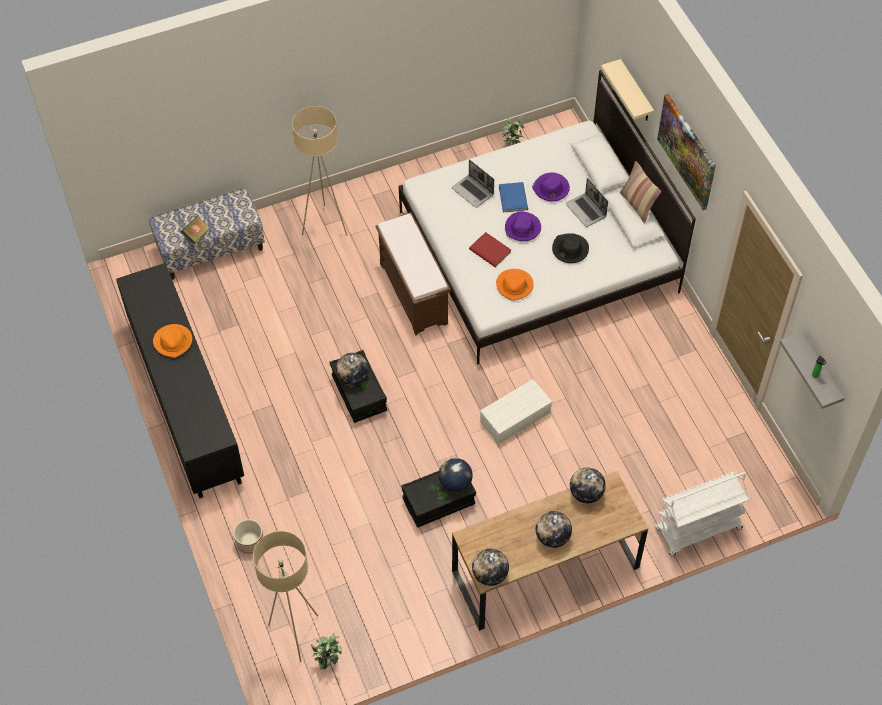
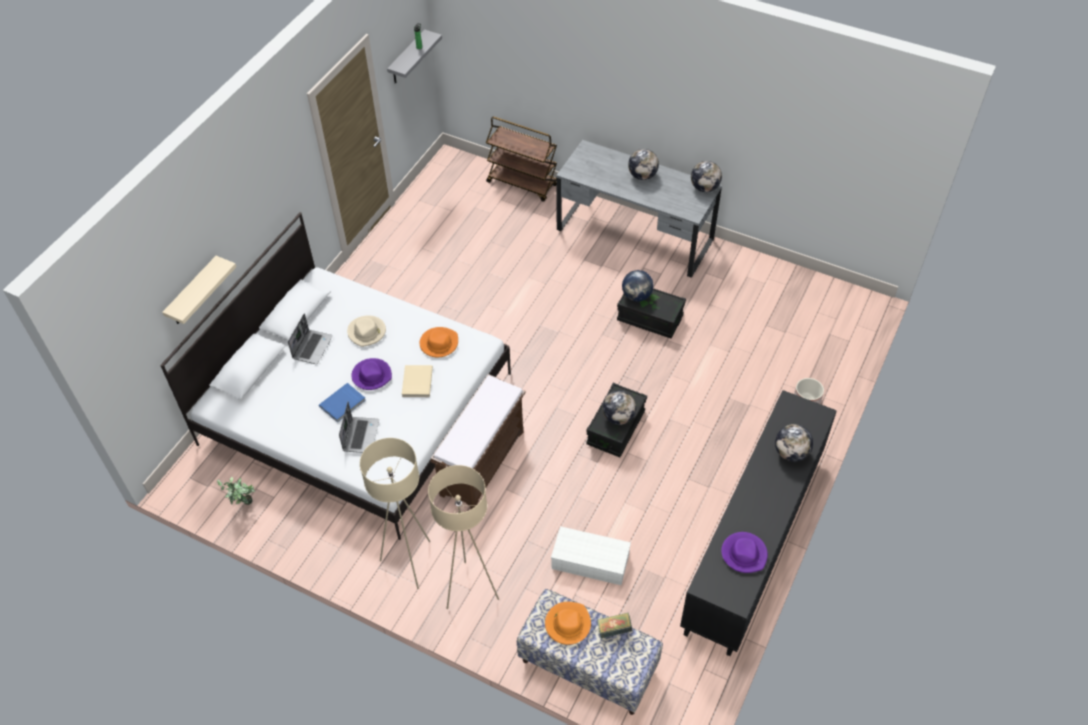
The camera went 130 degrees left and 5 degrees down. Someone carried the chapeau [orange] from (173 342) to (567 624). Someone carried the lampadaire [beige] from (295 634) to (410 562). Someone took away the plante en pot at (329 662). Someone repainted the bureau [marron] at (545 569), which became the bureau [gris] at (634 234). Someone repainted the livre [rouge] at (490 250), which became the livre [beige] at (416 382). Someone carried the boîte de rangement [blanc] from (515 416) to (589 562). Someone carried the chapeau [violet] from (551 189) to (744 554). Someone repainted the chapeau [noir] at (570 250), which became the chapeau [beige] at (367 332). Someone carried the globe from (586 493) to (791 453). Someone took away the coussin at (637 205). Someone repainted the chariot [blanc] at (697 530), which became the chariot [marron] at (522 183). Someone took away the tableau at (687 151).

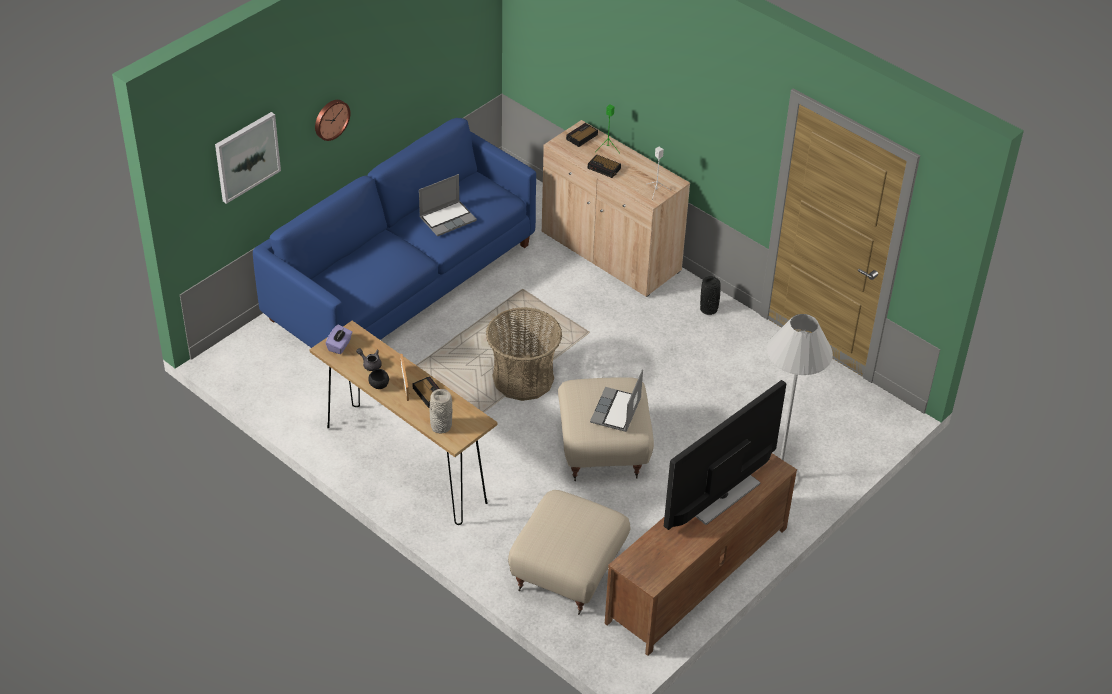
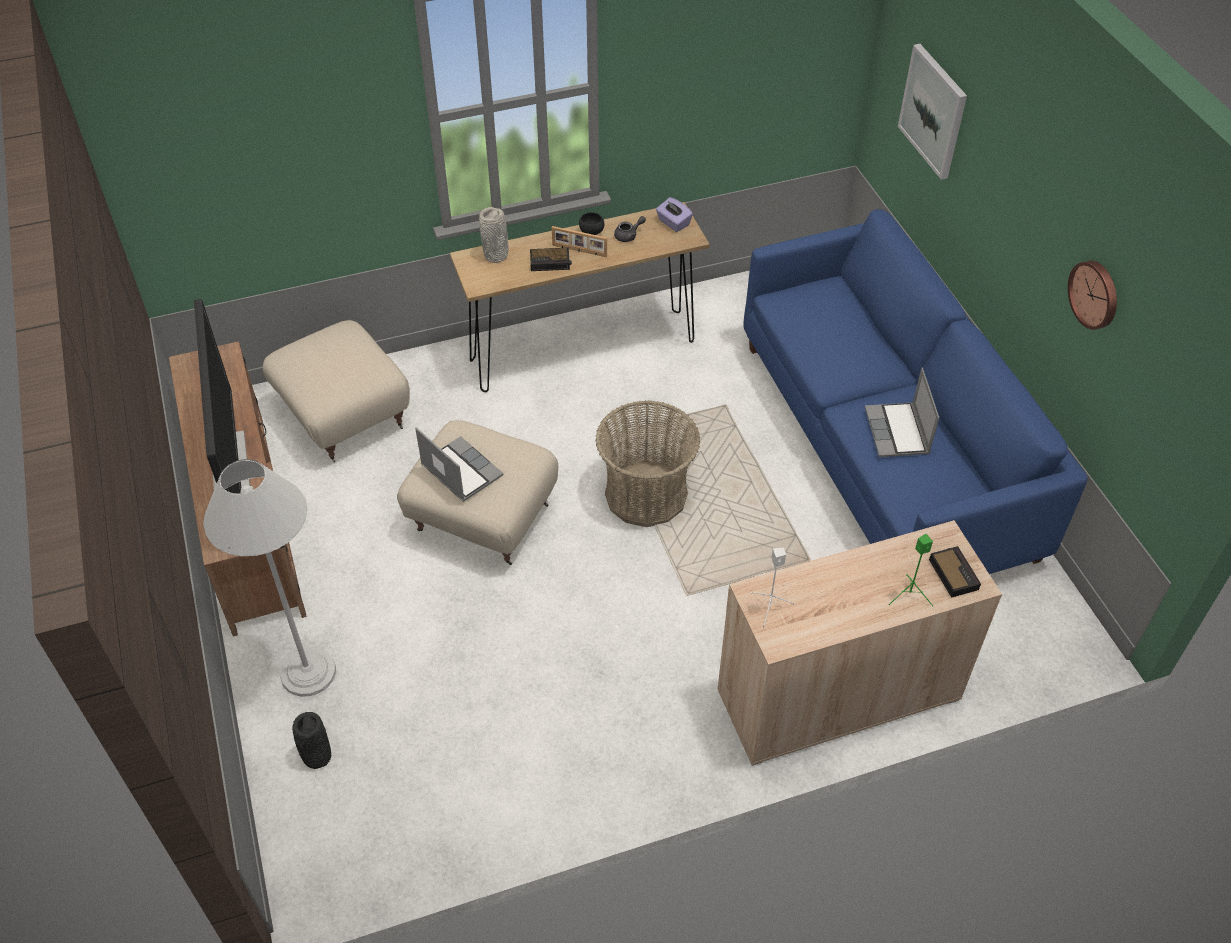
The camera went 120 degrees right and 5 degrees up. Someone carried the horloge murale from (331 119) to (1095 294). Someone took away the réveil at (604 168). Someone carried the vase [noir] from (709 309) to (317 757).

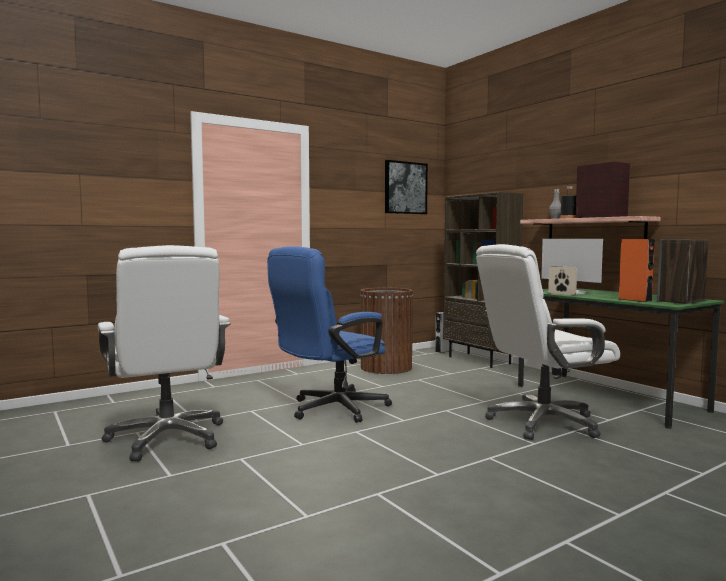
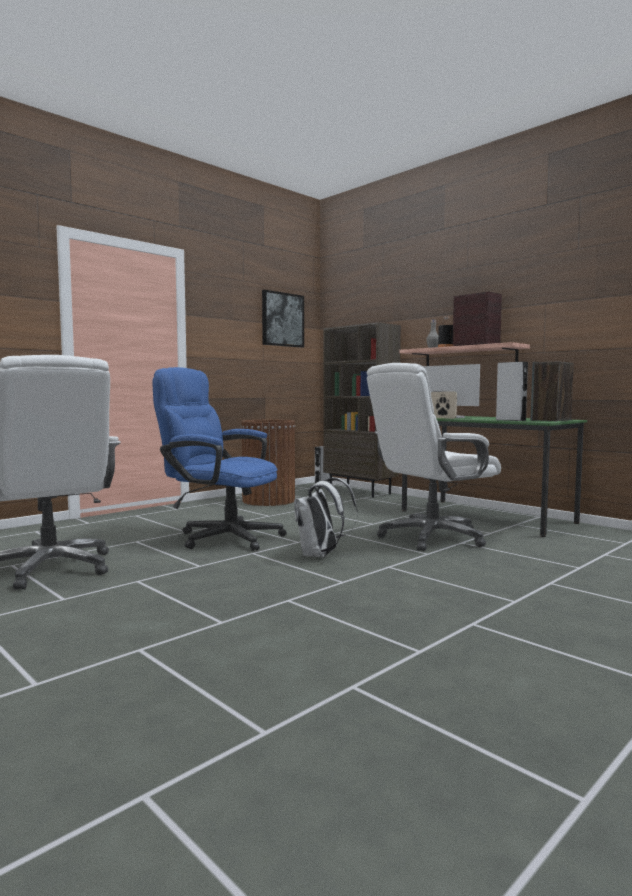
The camera went 10 degrees left and 0 degrees up. Someone rotated the chaise de bureau [bleu] at (330 410) by 75 degrees clockwise. Someone repainted the enceinte [orange] at (635 300), which became the enceinte [gris] at (510 420). Someone put down the sac à dos [blanc] at (321 555).

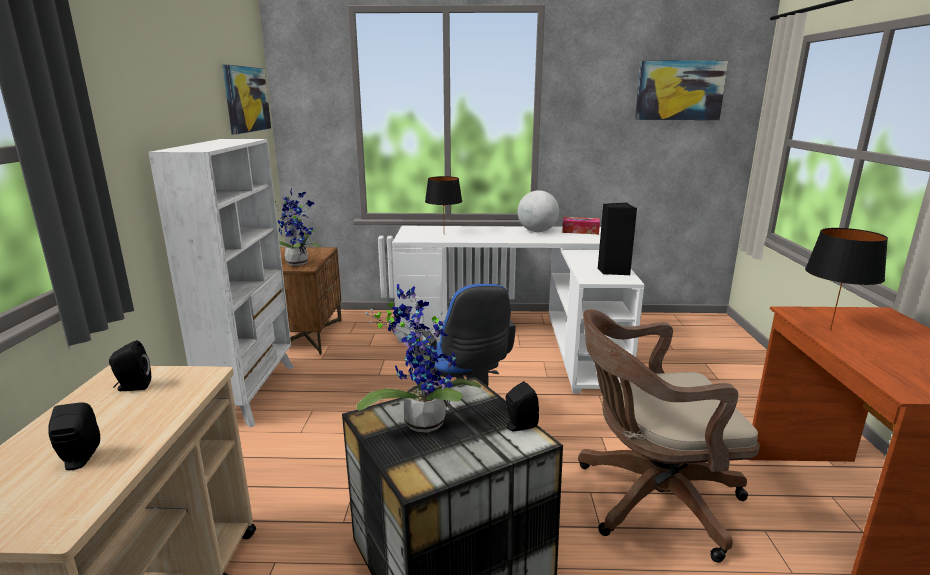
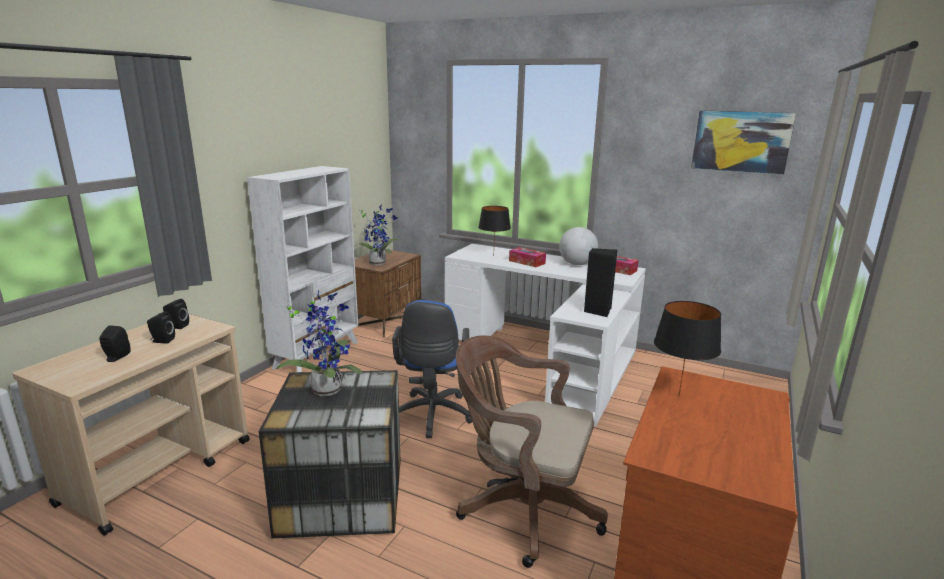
The camera went 25 degrees right and 0 degrees up. Someone took away the tableau at (246 99). Someone carried the enceinte [noir] from (519 426) to (162 341). Someone put down the boîte à mouchoirs at (527 262).

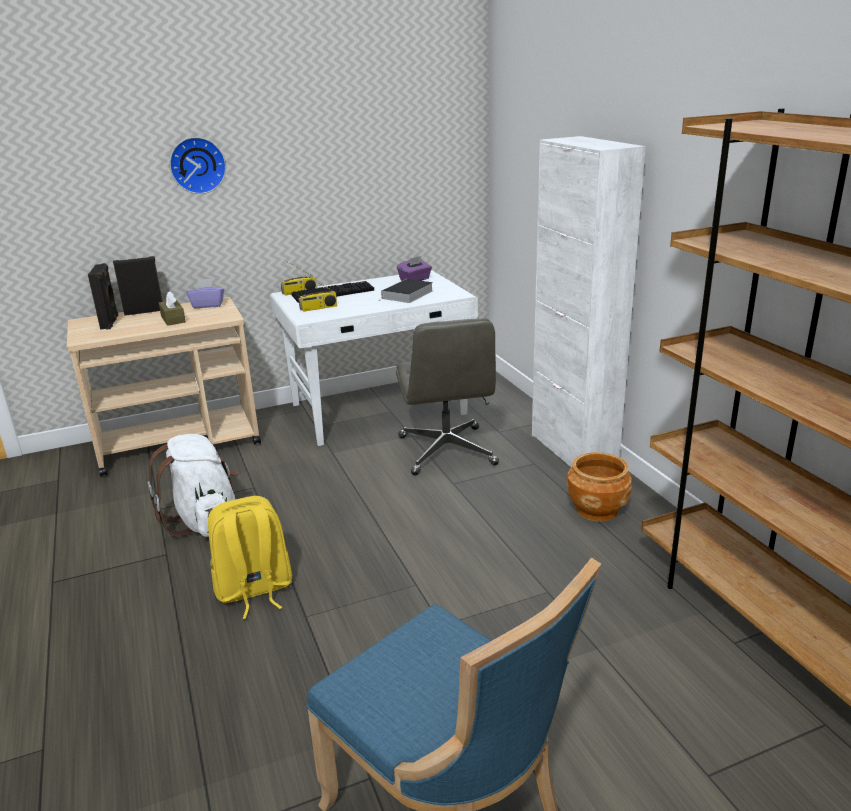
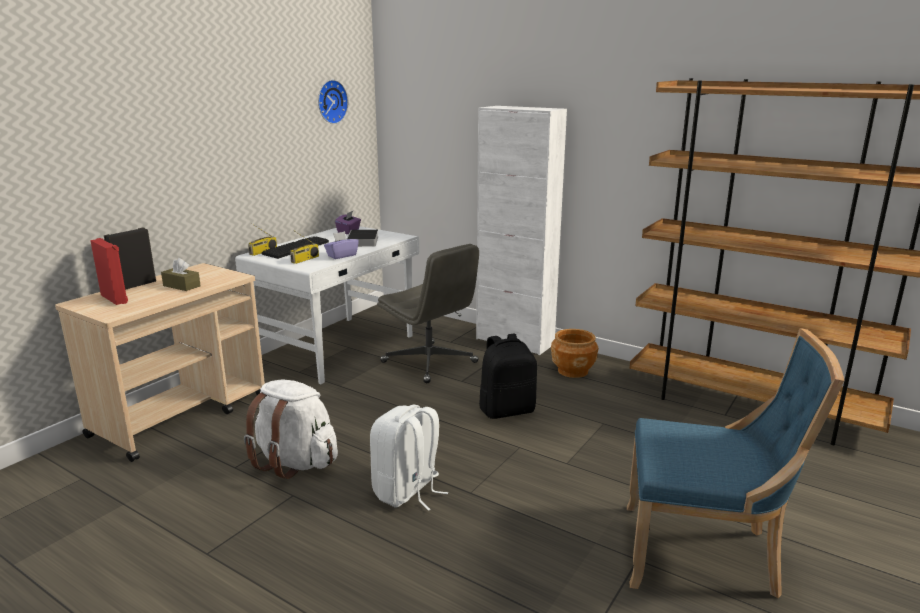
The camera went 35 degrees left and 5 degrees down. Someone repainted the enceinte [noir] at (110 323), which became the enceinte [rouge] at (115 298). Someone carried the horloge murale from (197 165) to (330 101). Someone carried the boîte à mouchoirs [violet] from (208 305) to (341 255). Someone repainted the sac à dos [jaune] at (254 590), which became the sac à dos [blanc] at (407 491). Someone put down the sac à dos [noir] at (507 410).

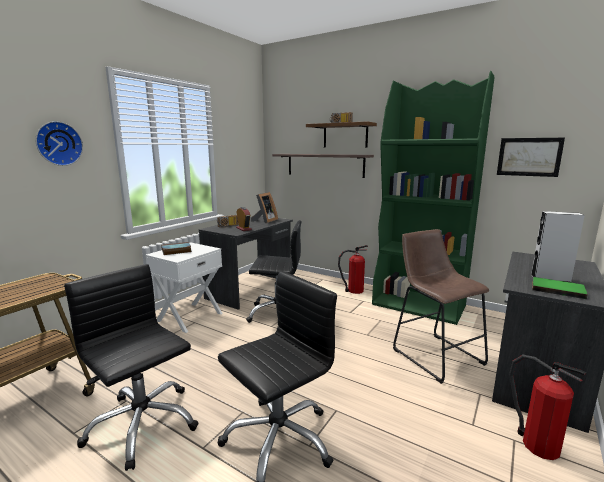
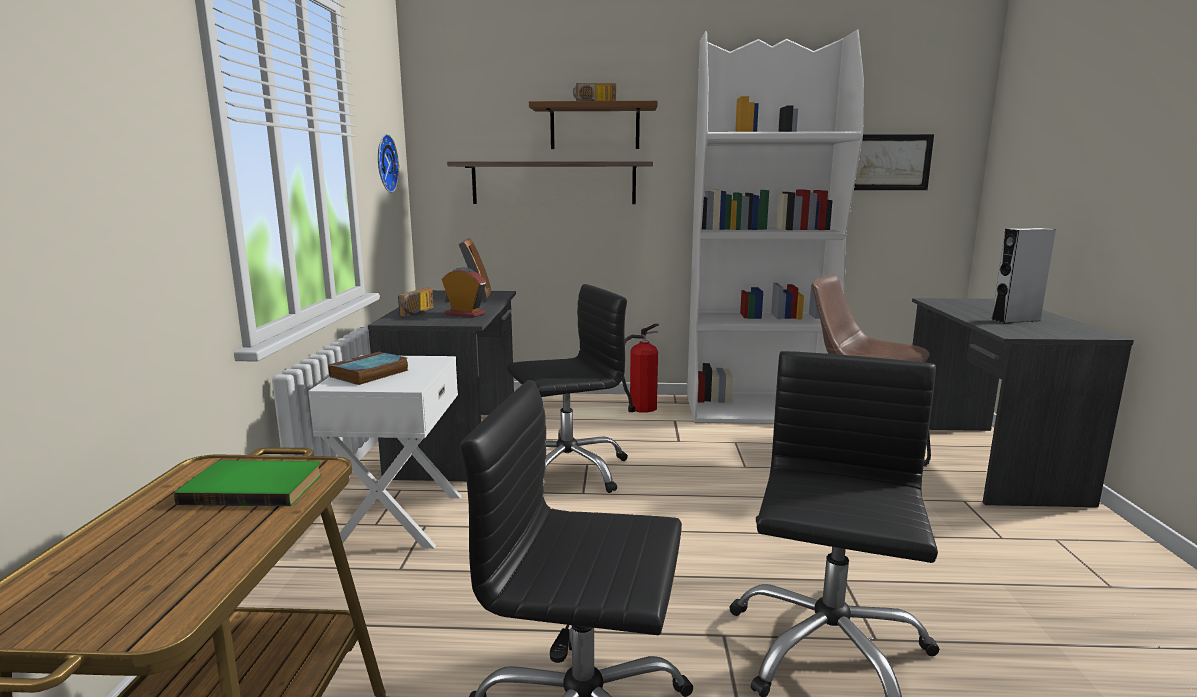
The camera went 30 degrees left and 0 degrees up. Someone carried the horloge murale from (58 143) to (384 163). Someone repainted the bibliothèque [vert] at (419 305), which became the bibliothèque [blanc] at (758 410). Someone took away the extincteur at (537 444). Someone carried the livre [vert] from (557 289) to (255 486).

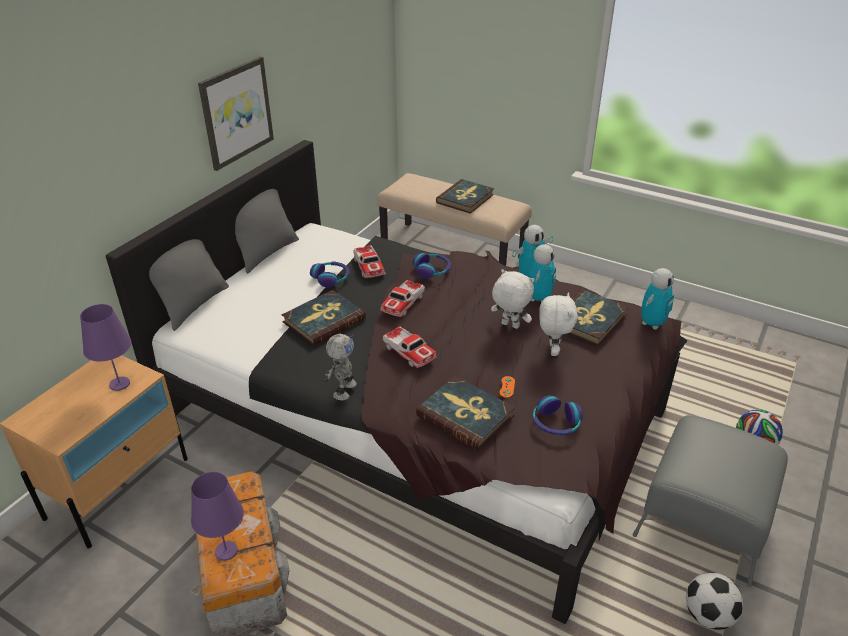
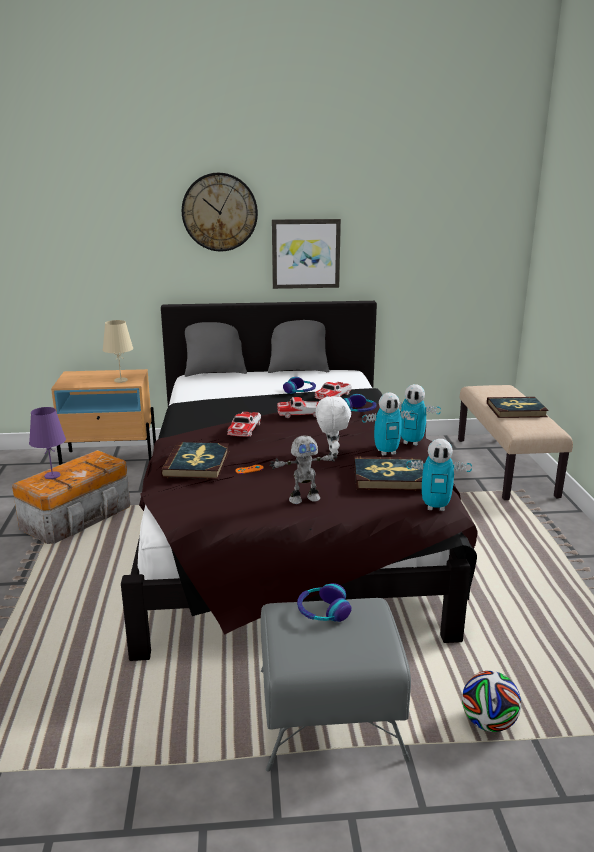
The camera went 55 degrees right and 15 degrees down. Someone repainted the lampe de table [violet] at (120 384), which became the lampe de table [beige] at (121 380). Someone took away the livre at (323 320). Someone carried the robot jouet from (343 390) to (304 498). Someone carried the casque audio from (555 423) to (323 611). Someone took away the peluche [blanc] at (552 350). Someone took away the ballon de foot at (708 615). Someone put up the horloge murale at (219 212).

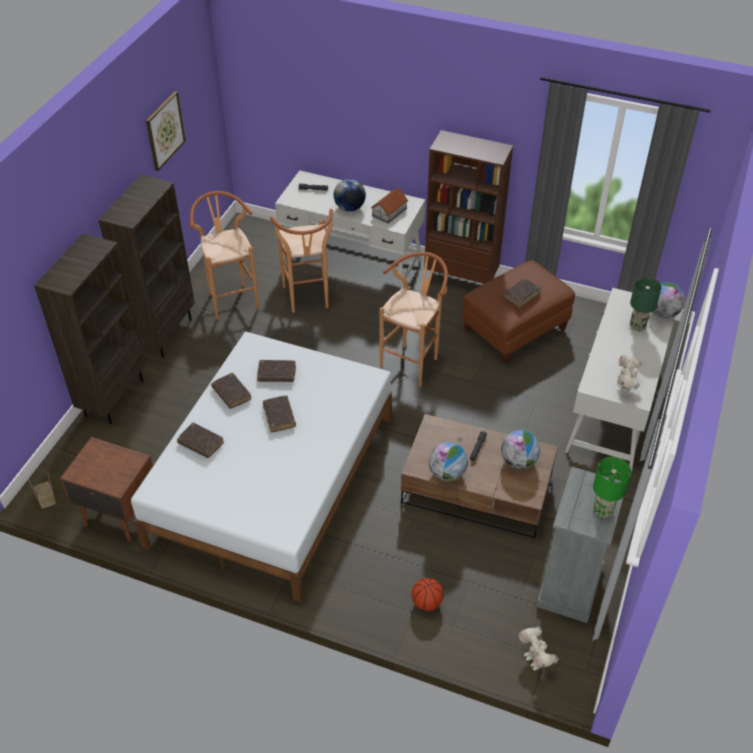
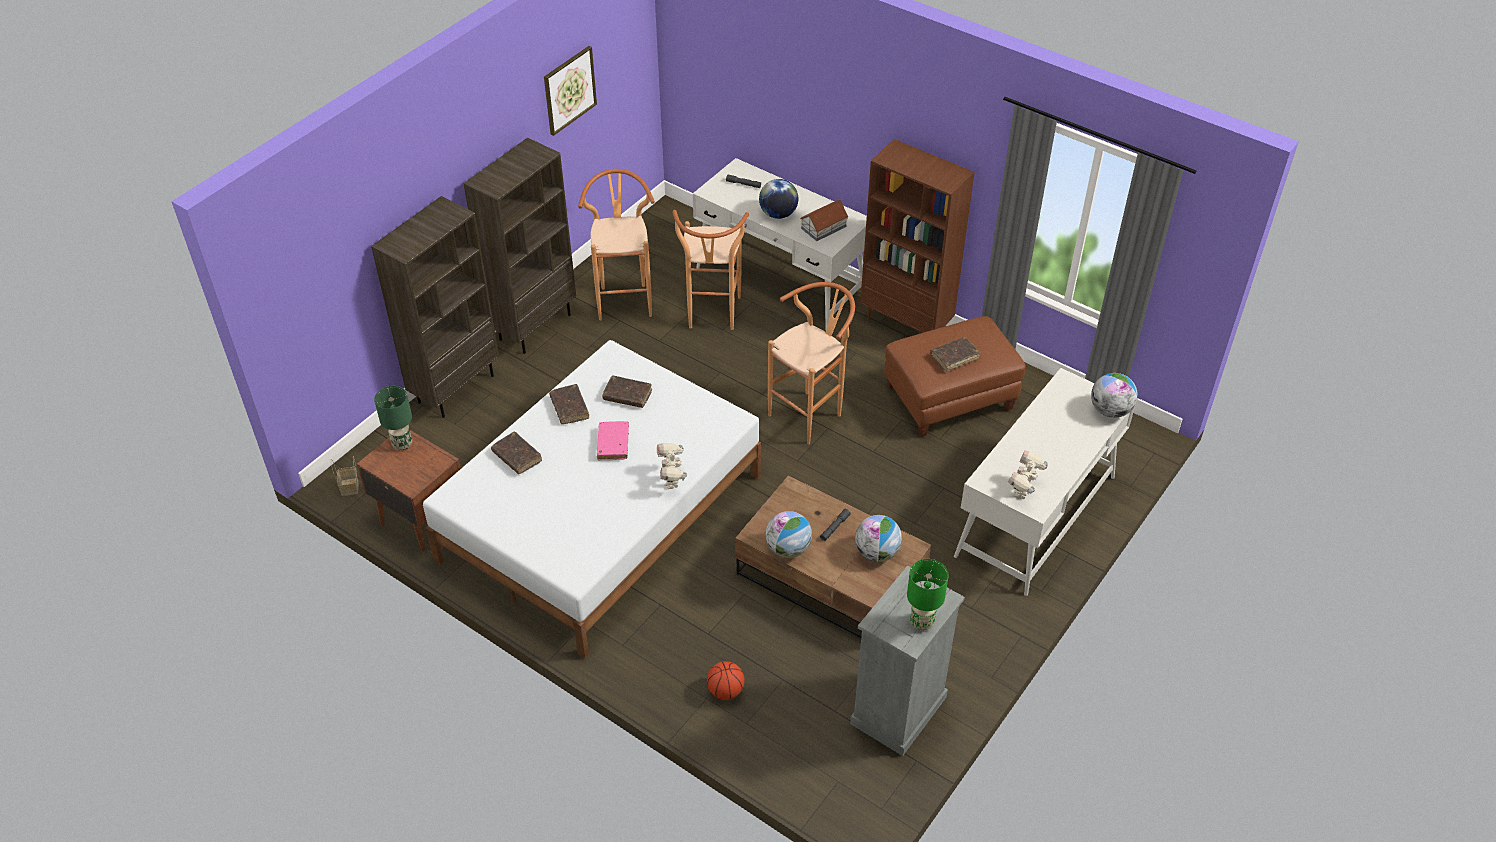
The camera went 15 degrees right and 0 degrees up. Someone repainted the livre [marron] at (279 417), which became the livre [rose] at (613 444). Someone carried the robot jouet from (535 660) to (672 481). Someone carried the lampe de table [vert] from (637 326) to (402 444).

